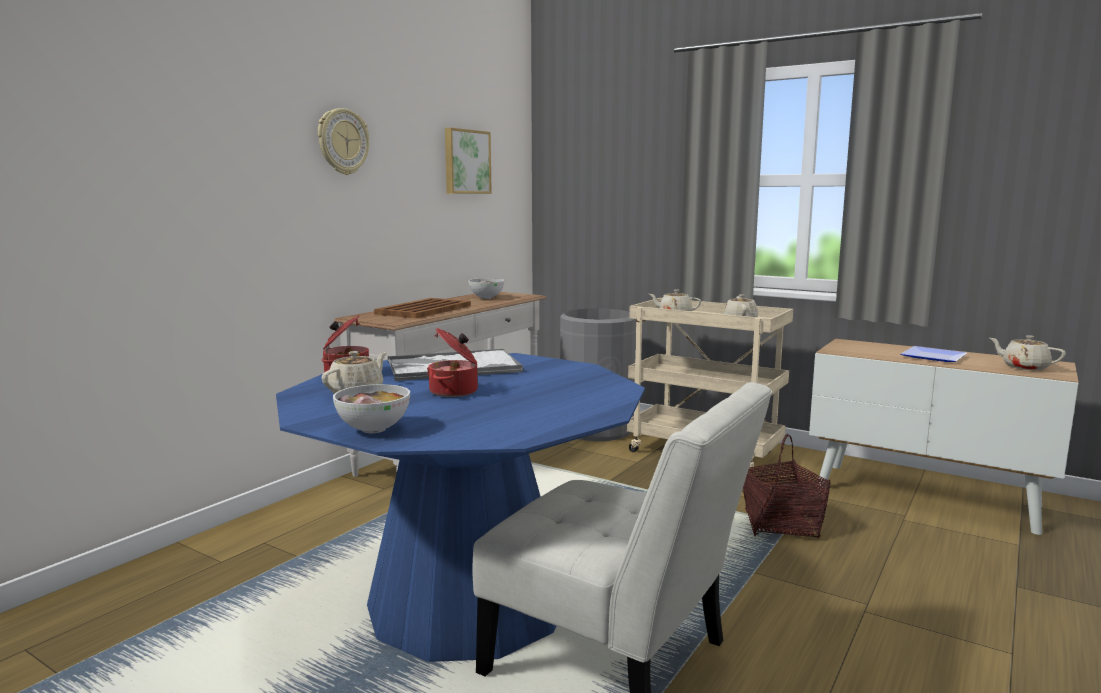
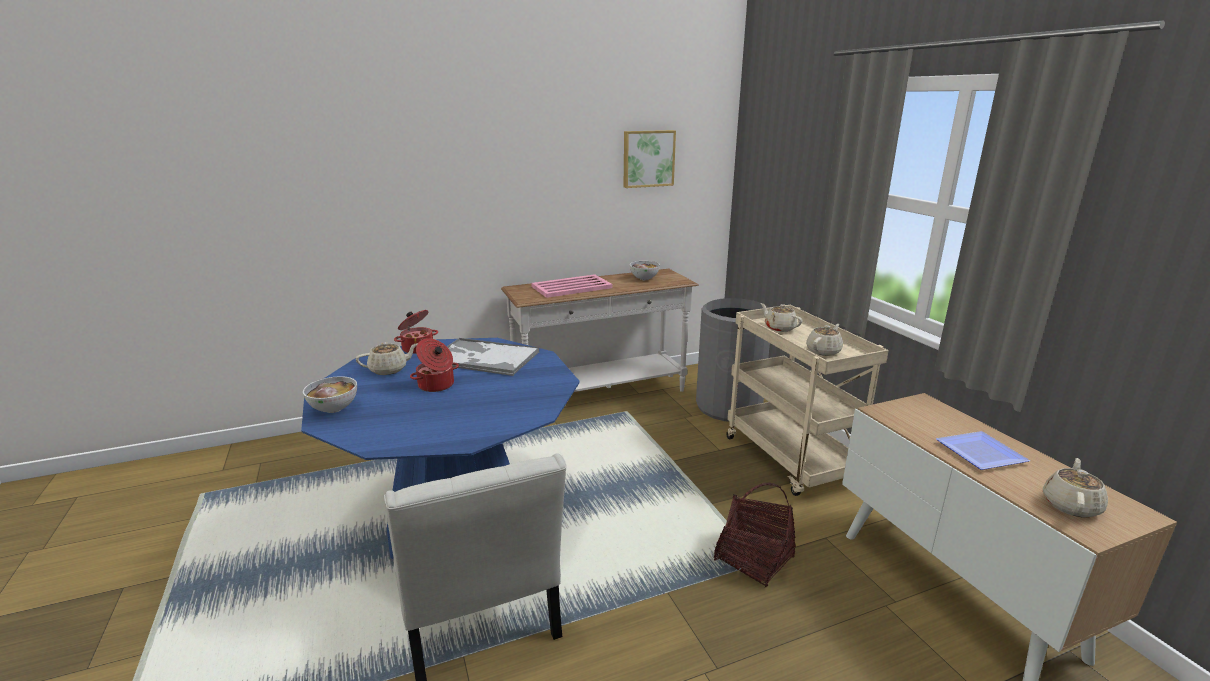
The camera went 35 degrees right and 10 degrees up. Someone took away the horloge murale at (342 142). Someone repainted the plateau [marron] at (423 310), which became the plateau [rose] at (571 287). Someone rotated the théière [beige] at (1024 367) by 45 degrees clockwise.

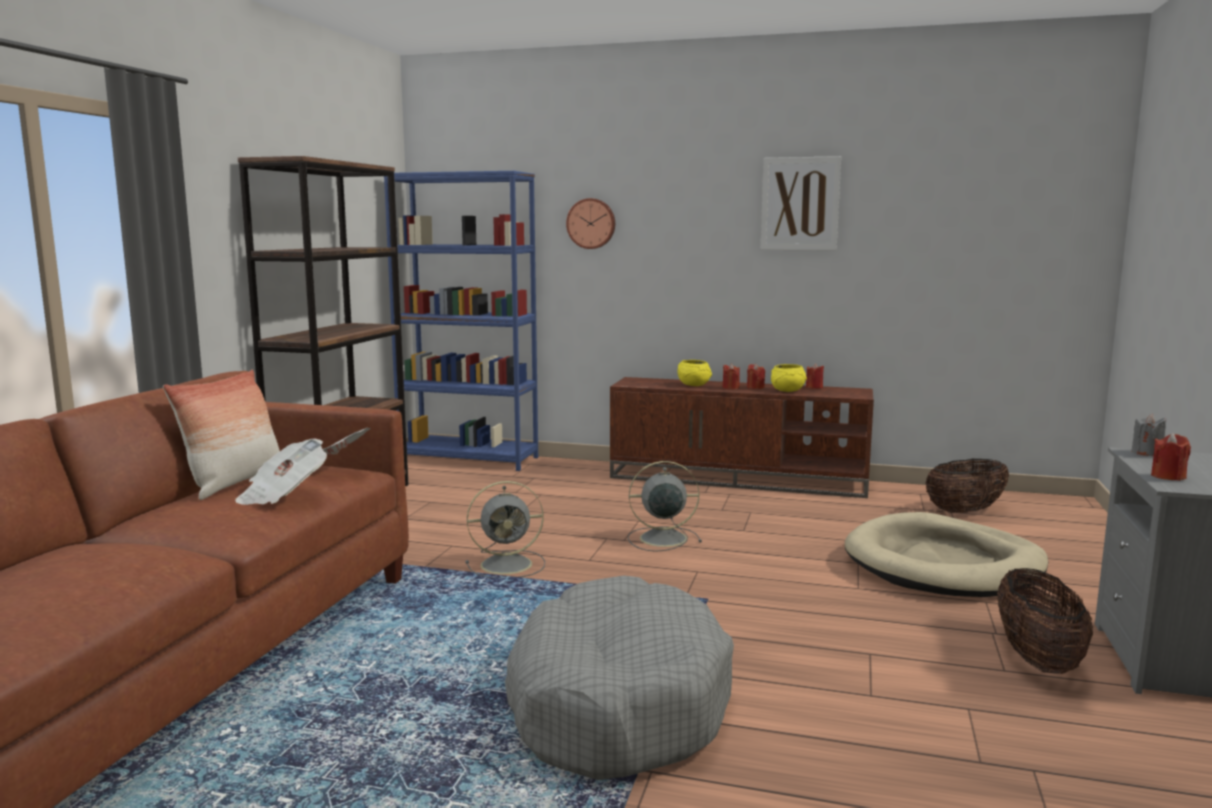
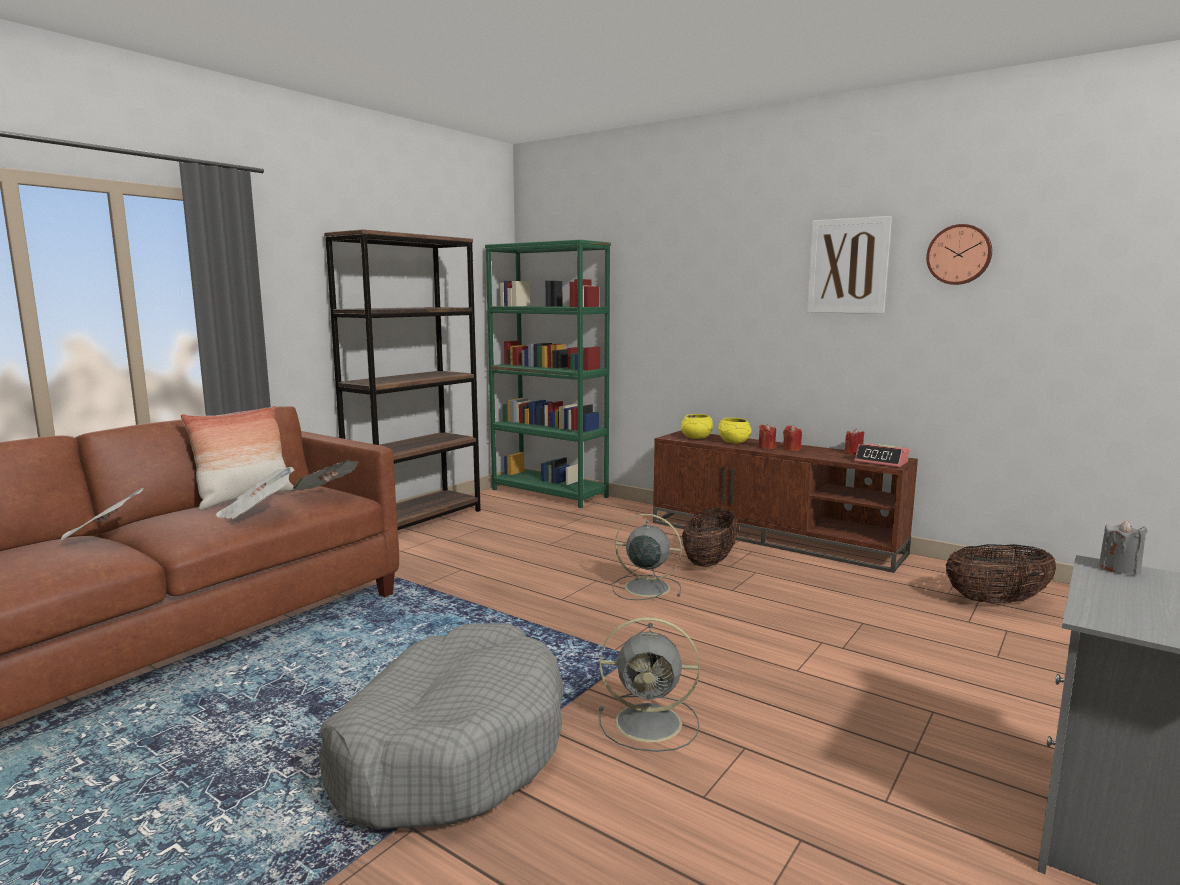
The camera went 20 degrees right and 0 degrees up. Someone repainted the bibliothèque [bleu] at (469 459), which became the bibliothèque [vert] at (549 493). Someone carried the ventilateur [gris] from (509 564) to (651 723). Someone carried the horloge murale from (591 223) to (959 254). Someone carried the bol [jaune] from (788 390) to (697 438). Someone took away the panier pour chien [beige] at (943 564). Someone carried the panier from (1037 659) to (710 562). Someone took away the bougie [rouge] at (1168 476). Someone put down the journal at (102 536). Someone put down the réveil at (881 462).

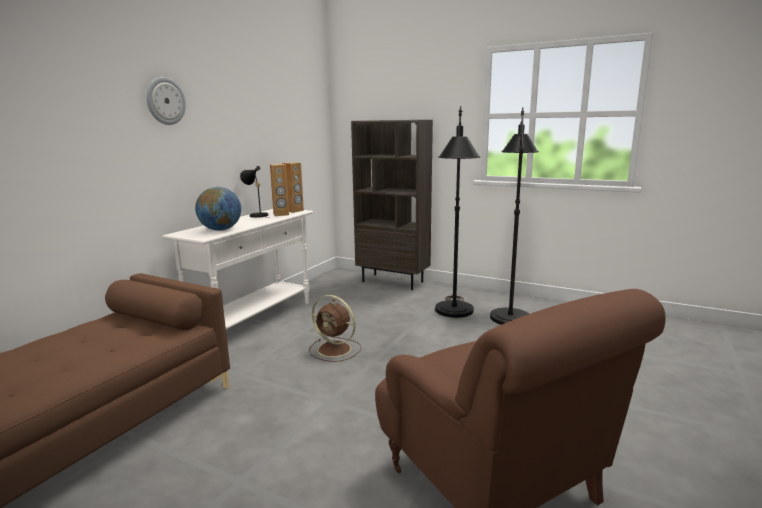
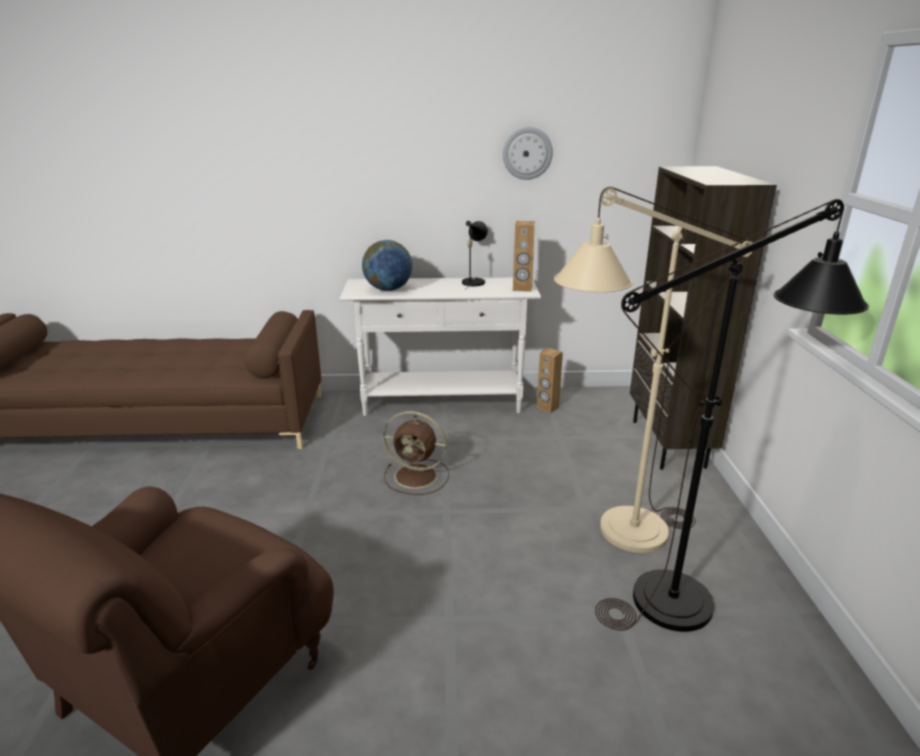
The camera went 60 degrees right and 10 degrees up. Someone carried the horloge murale from (165 101) to (527 153). Someone carried the enceinte [marron] from (281 214) to (547 407). Someone rotated the ventilateur [marron] at (335 350) by 75 degrees counterclockwise. Someone repainted the lampadaire [noir] at (454 314), which became the lampadaire [beige] at (616 535).

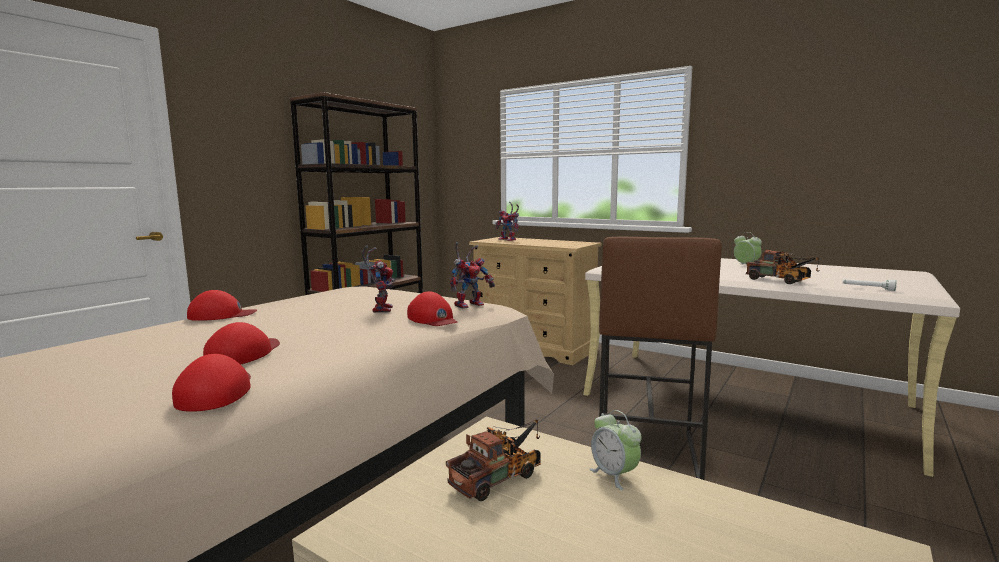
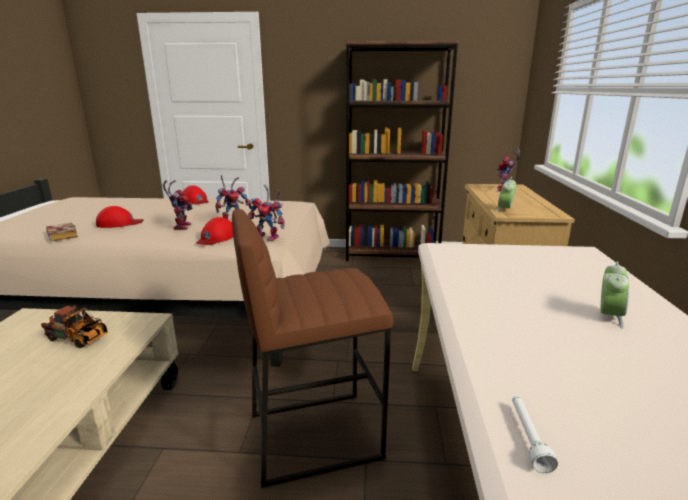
The camera went 60 degrees right and 10 degrees up. Someone swapped the casquette [rouge] at (217 392) for the livre at (61 235). Someone carried the réveil from (614 475) to (505 210). Someone took away the camion jouet at (781 281). Someone put down the robot jouet at (181 226).

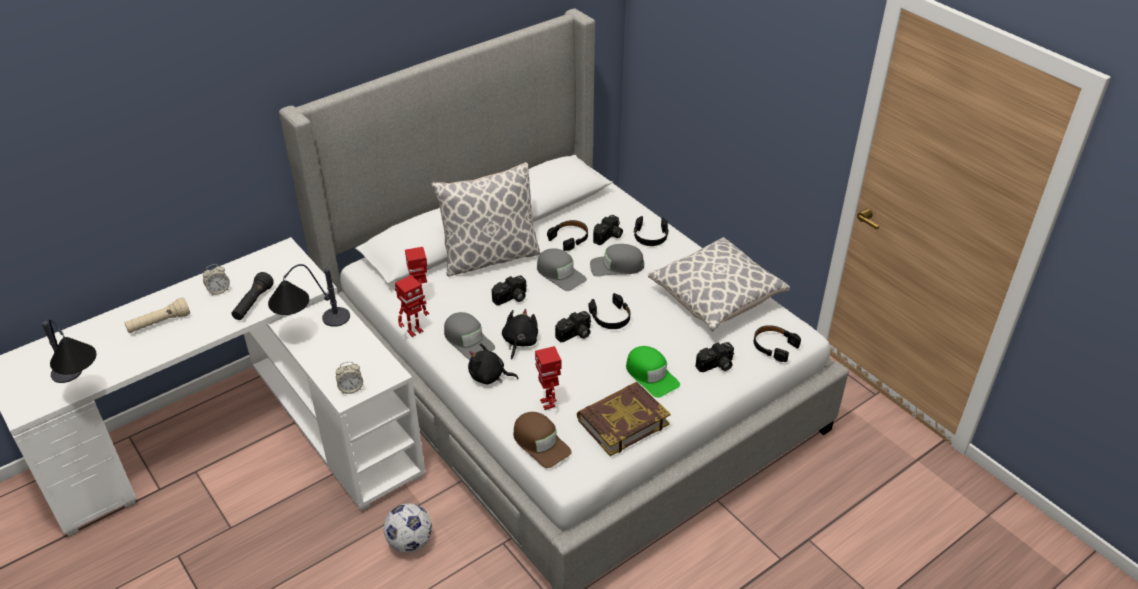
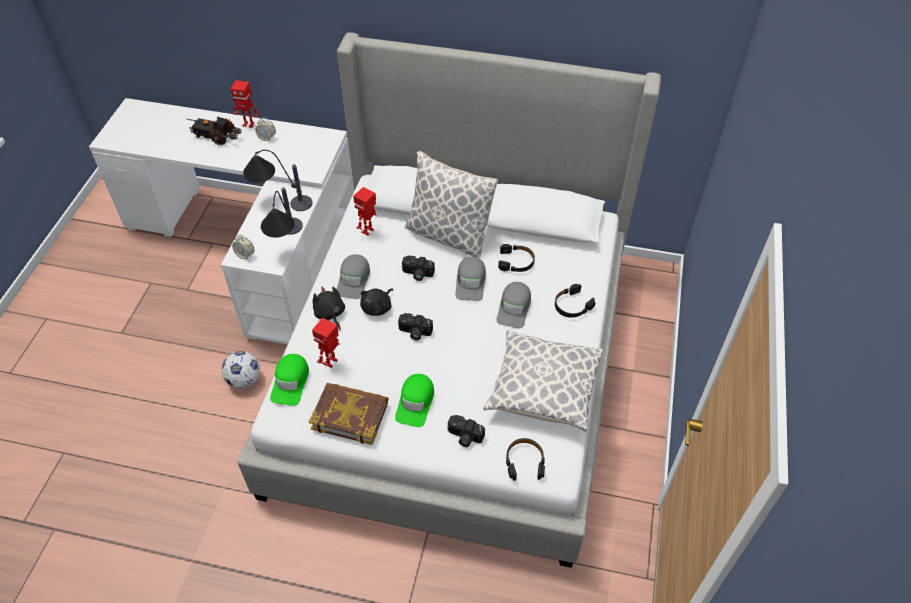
The camera went 50 degrees right and 10 degrees up. Someone carried the lampe de table from (81 387) to (287 243). Someone swapped the lampe de poche [beige] at (159 323) for the camion jouet at (216 136). Someone took away the lampe de poche [noir] at (253 303). Someone carried the robot jouet from (414 331) to (249 124). Someone rotated the peluche [noir] at (519 342) by 150 degrees clockwise. Someone repainted the casquette [marron] at (540 443), which became the casquette [vert] at (291 382). Someone took away the casque audio [noir] at (610 317). Someone rotated the casquette [gris] at (616 266) by 120 degrees counterclockwise. Someone took away the appareil photo at (609 237).

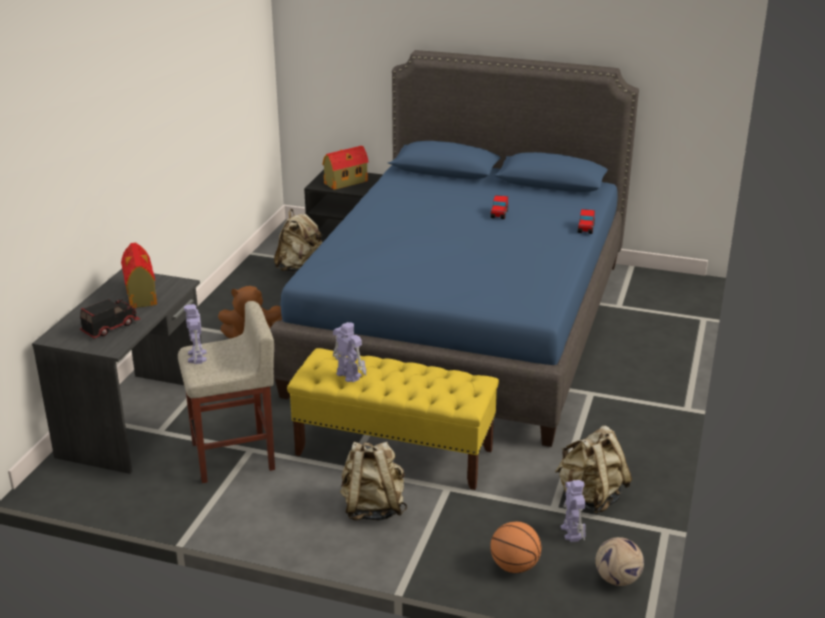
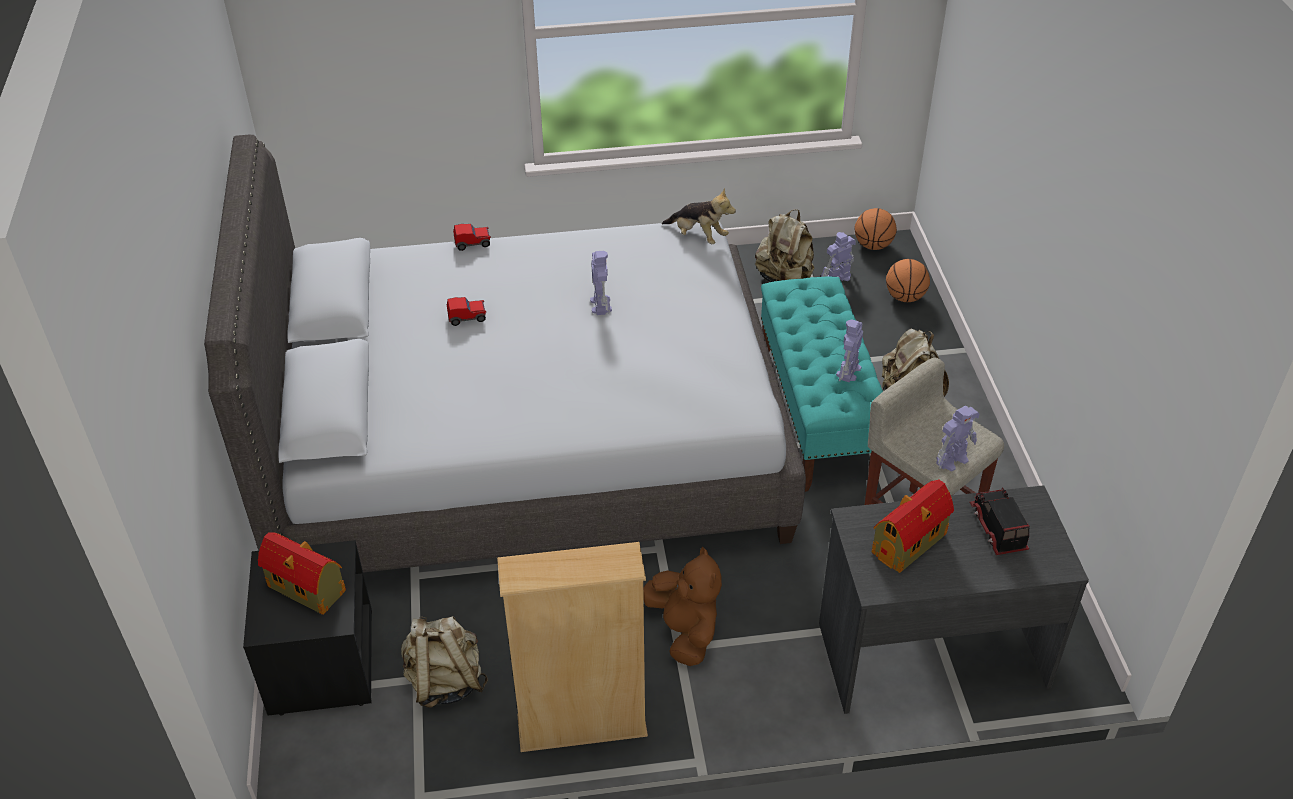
The camera went 115 degrees left and 15 degrees up. Someone rotated the camion jouet at (110 327) by 60 degrees clockwise. Someone repainted the lit [bleu] at (463 325), which became the lit [gris] at (526 445). Someone repainted the banc [jaune] at (394 452), which became the banc [turquoise] at (815 414). Someone swapped the ballon de foot at (617 579) for the ballon de basket at (873 245). Someone put down the bibliothèque [beige] at (582 727). Someone put down the robot jouet at (600 304). Someone put down the peluche at (698 236).

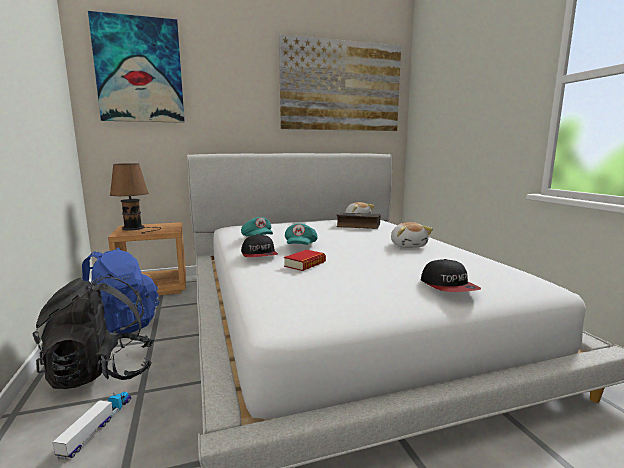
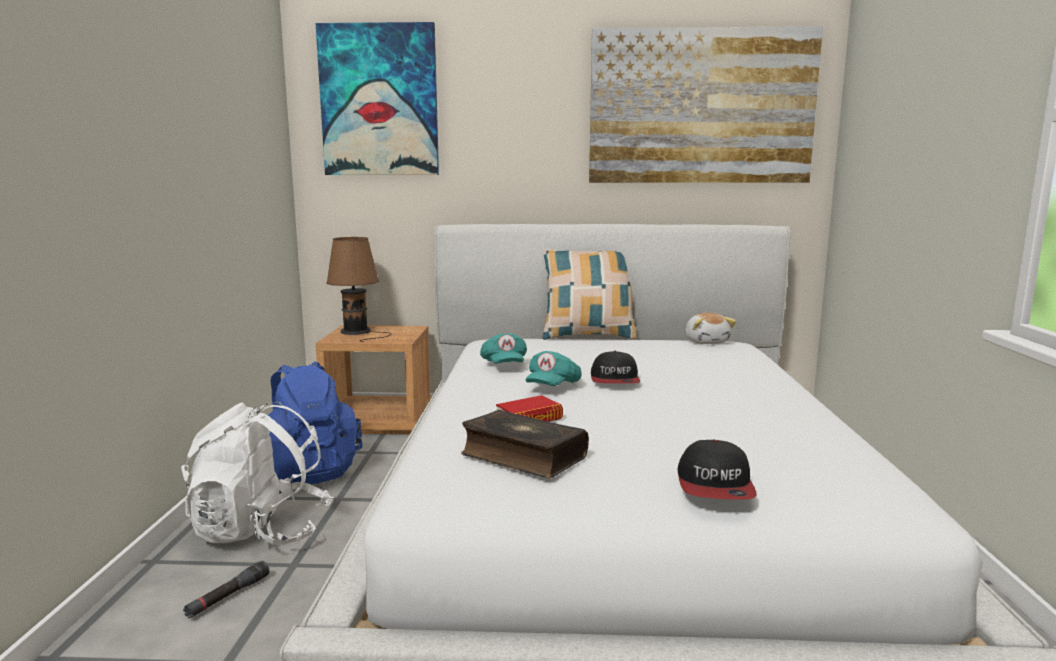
The camera went 20 degrees right and 0 degrees up. Someone repainted the sac à dos [noir] at (102 373), which became the sac à dos [blanc] at (261 531). Someone swapped the camion jouet at (98 427) for the lampe de poche [noir] at (228 596). Someone carried the casquette from (259 255) to (615 380). Someone carried the livre from (358 226) to (522 457). Someone took away the peluche at (408 246). Someone put down the coussin at (588 336).

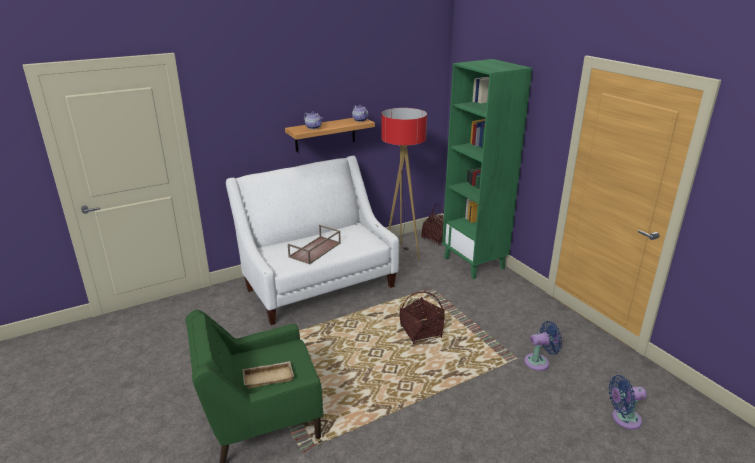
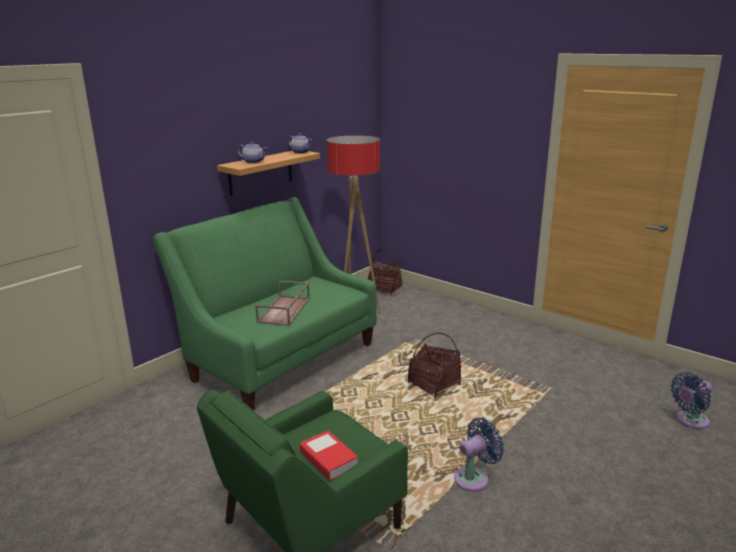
The camera went 20 degrees left and 5 degrees down. Someone repainted the canapé [blanc] at (317 284), which became the canapé [vert] at (278 358). Someone swapped the plateau [beige] at (269 376) for the livre at (328 459). Someone took away the bibliothèque [vert] at (474 263). Someone carried the ventilateur [bleu] from (539 362) to (474 478).

